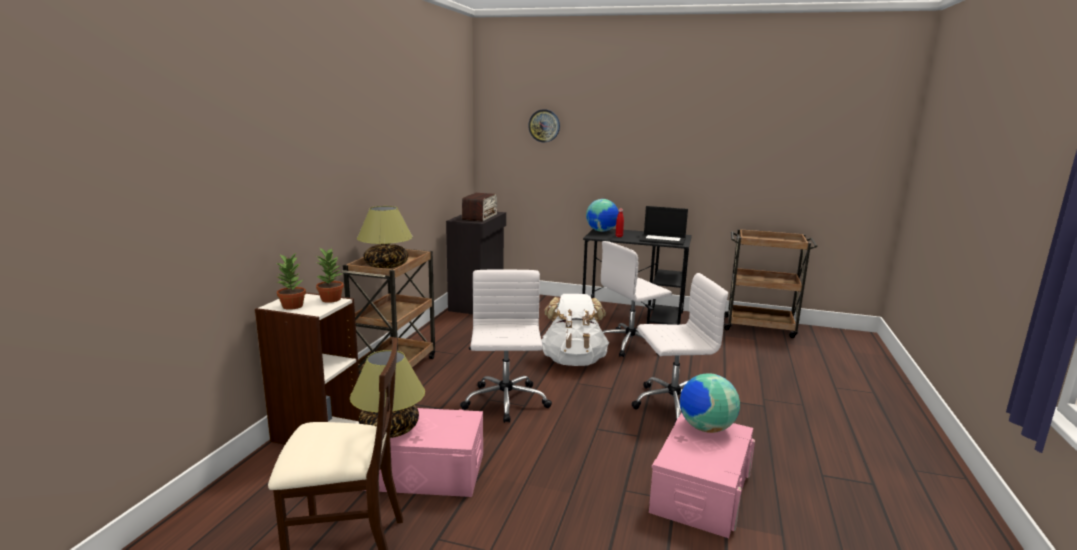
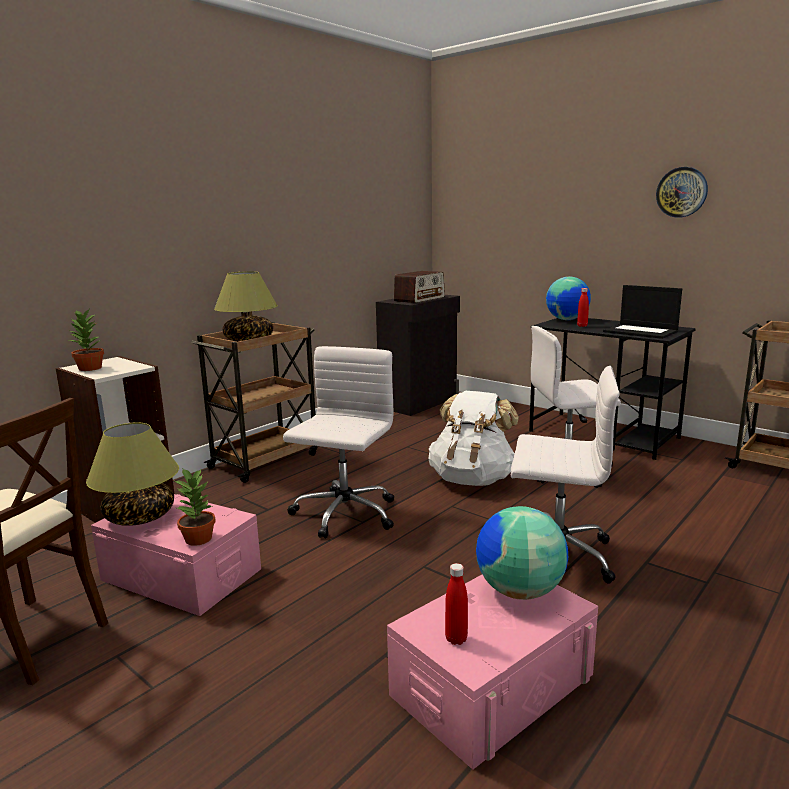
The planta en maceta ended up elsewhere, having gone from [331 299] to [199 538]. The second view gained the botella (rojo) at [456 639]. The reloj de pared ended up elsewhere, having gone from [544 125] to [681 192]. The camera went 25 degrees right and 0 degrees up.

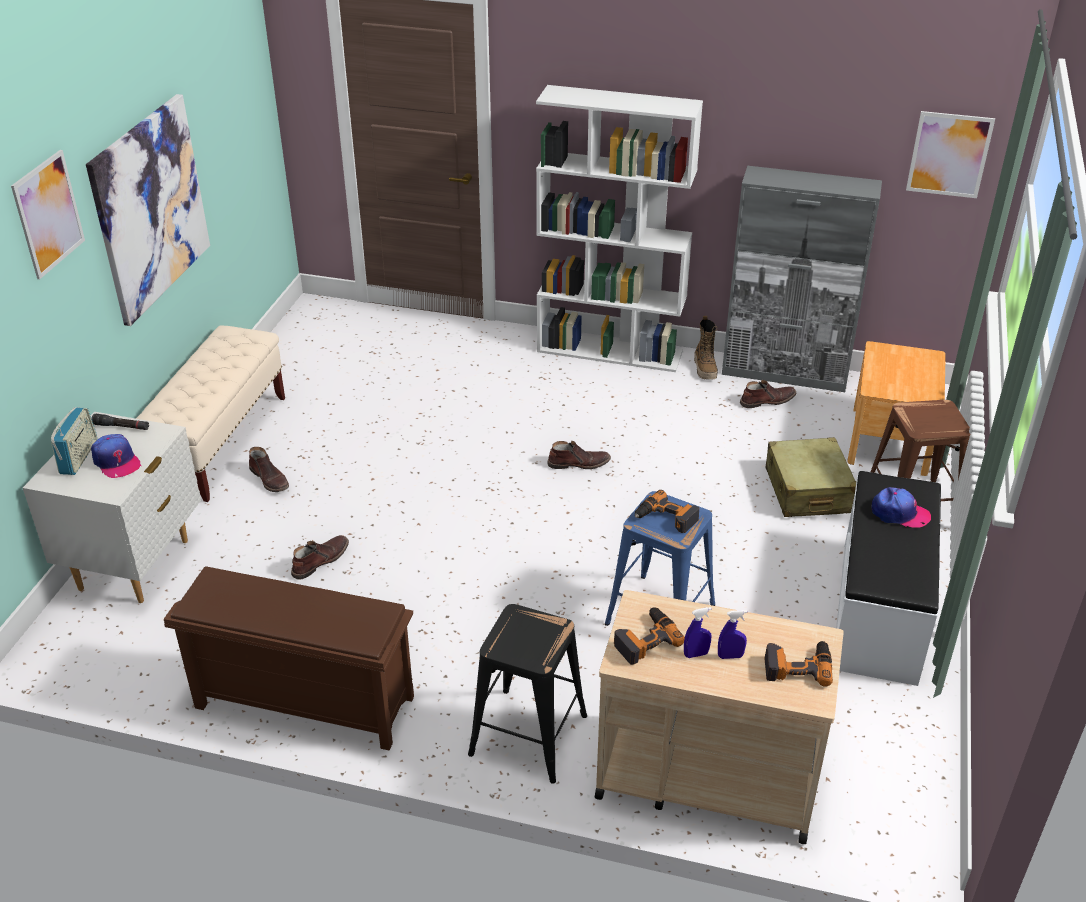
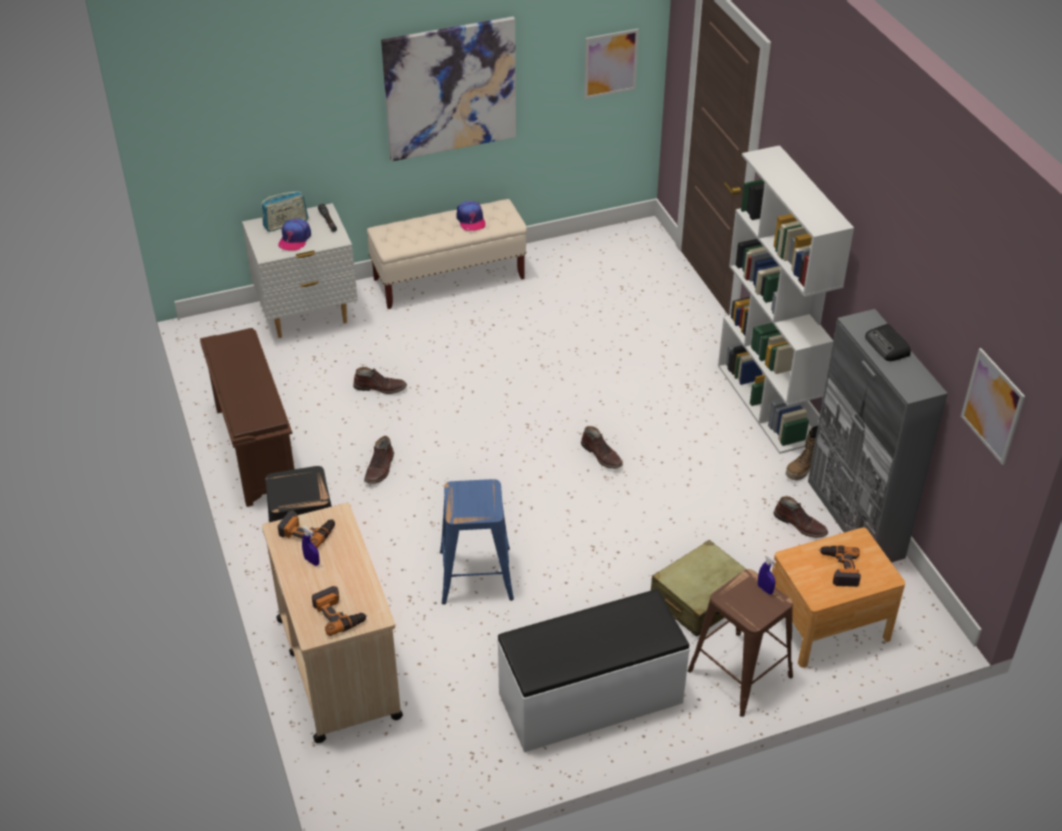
The bota (marrón) ended up elsewhere, having gone from [270 479] to [380 468]. The gorra ended up elsewhere, having gone from [899 513] to [471 220]. The cuadro ended up elsewhere, having gone from [48 214] to [610 63]. The pulverizador (azul) ended up elsewhere, having gone from [730 656] to [765 589]. The taladro ended up elsewhere, having gone from [666 518] to [839 568]. The second view gained the radio at [887 346]. The camera went 55 degrees right and 5 degrees up.

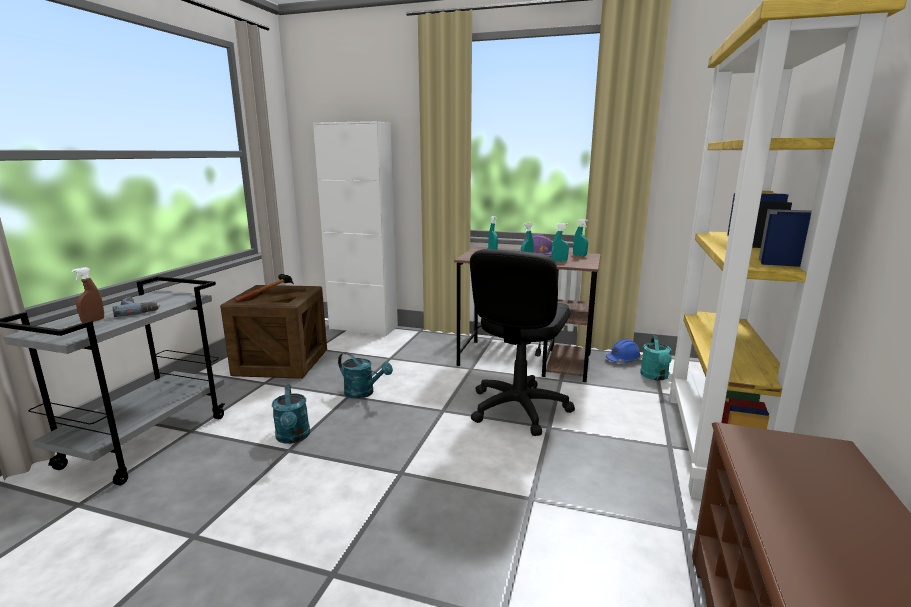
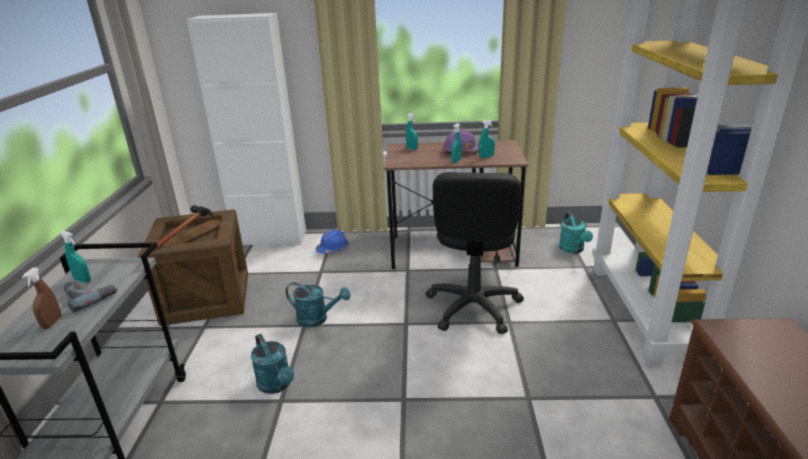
The pulverizador (turquesa) ended up elsewhere, having gone from [579 255] to [83 280]. The casco (azul) ended up elsewhere, having gone from [623 360] to [333 248]. The camera went 15 degrees left and 10 degrees up.

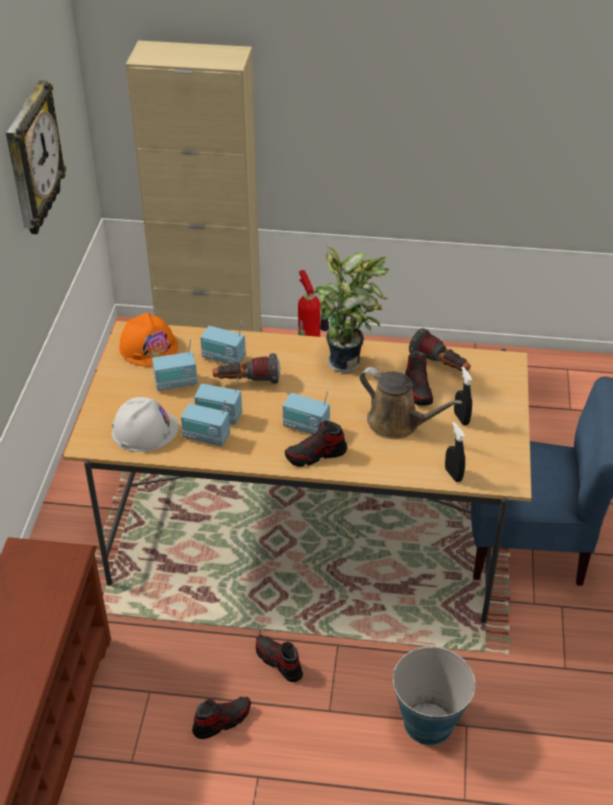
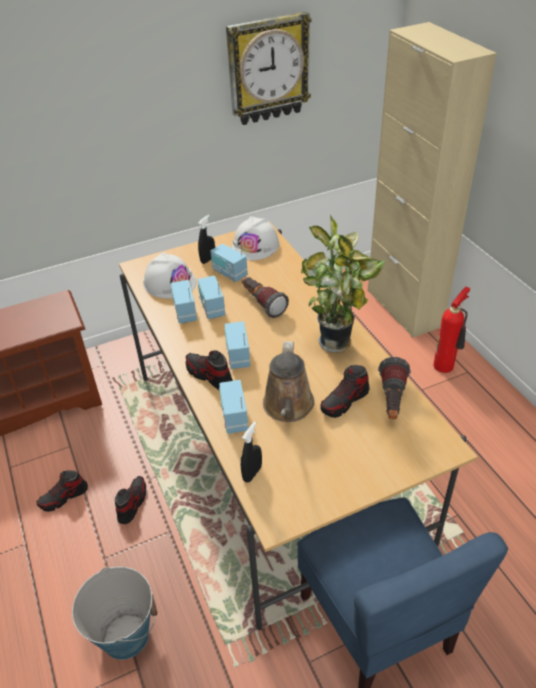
The zapato at [222 721] ended up facing another way, 120 degrees clockwise from before. The pulverizador (negro) ended up elsewhere, having gone from [461 418] to [208 259]. The radio ended up elsewhere, having gone from [223 358] to [234 418]. What was the casco (naranja) at [148 347] turned into the casco (blanco) at [255 245]. The camera went 60 degrees right and 0 degrees up.

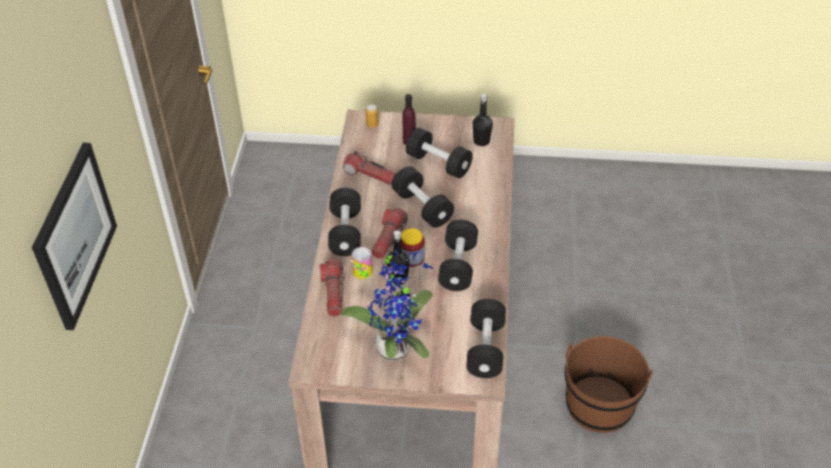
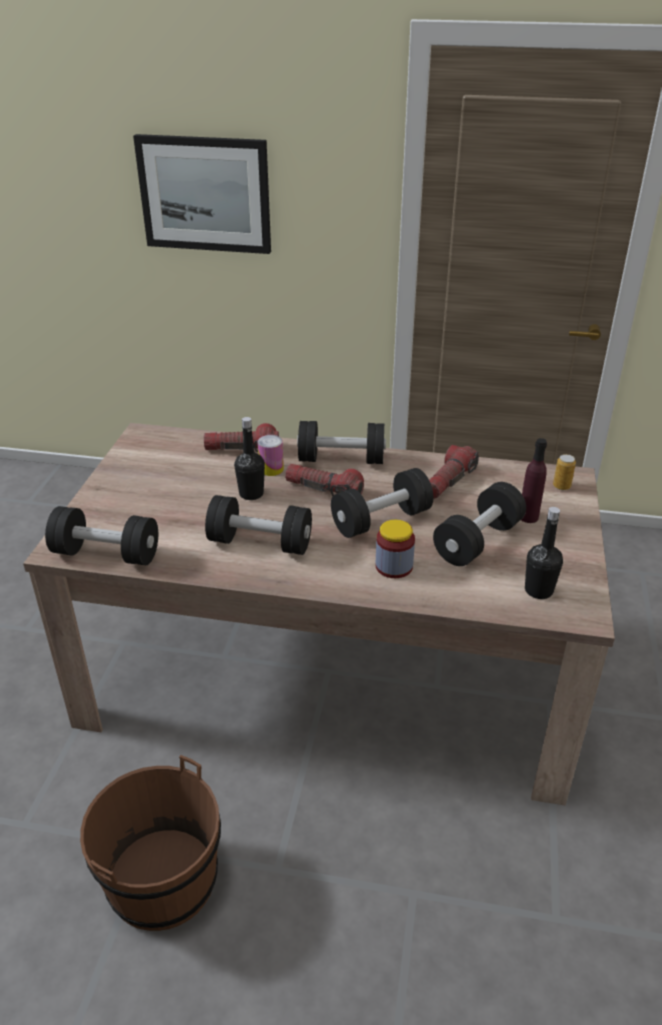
The tarro ended up elsewhere, having gone from [412 257] to [394 566]. The second view lost the planta en maceta at [395 345]. The camera went 95 degrees right and 10 degrees down.

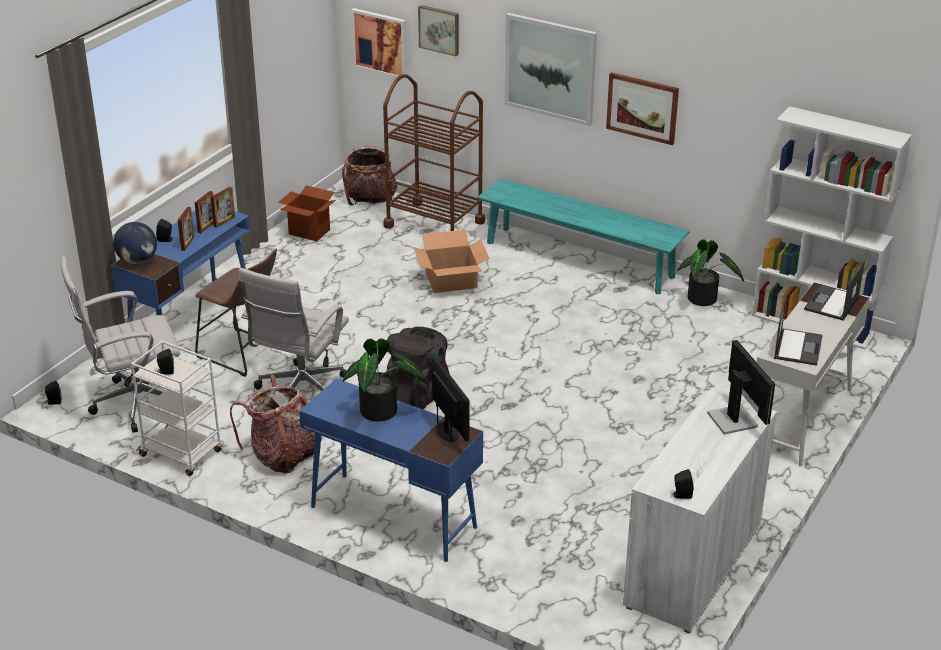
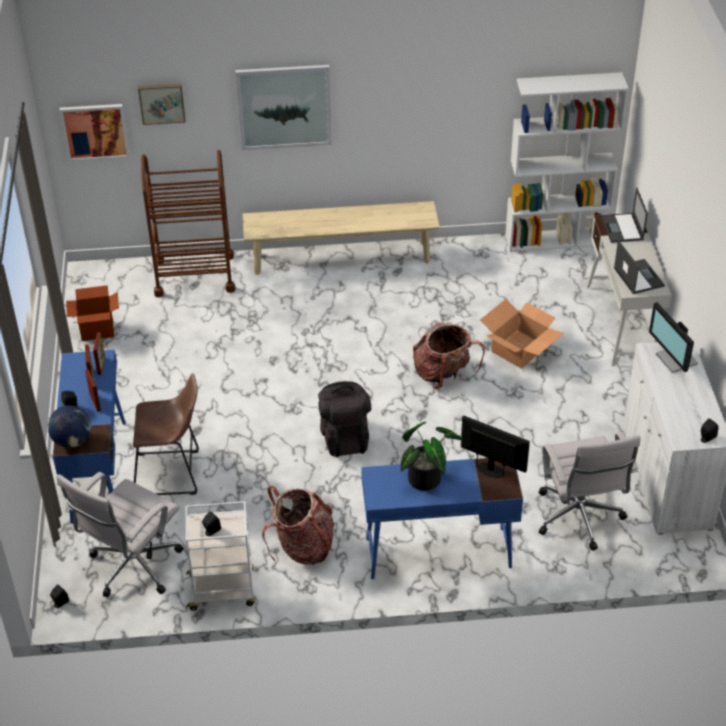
What was the banco (turquesa) at [579 260] turned into the banco (beis) at [341 258]. The mochila ended up elsewhere, having gone from [370 200] to [443 374]. The caja de cartón ended up elsewhere, having gone from [451 280] to [519 349]. The silla de oficina (blanco) ended up elsewhere, having gone from [300 393] to [579 519]. The monitor at [734 419] ended up facing another way, 150 degrees counterclockwise from before. The second view lost the cuadro at [642 108]. The second view lost the planta en maceta at [704 300]. The camera went 35 degrees left and 10 degrees up.

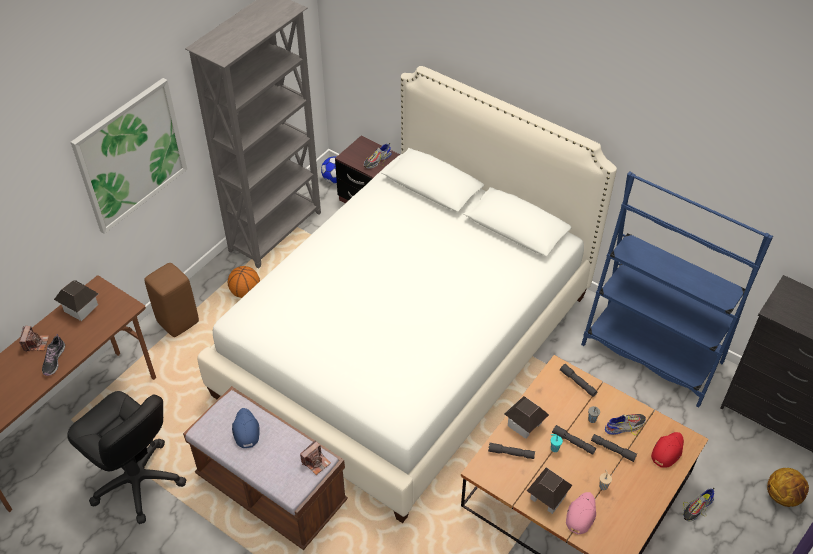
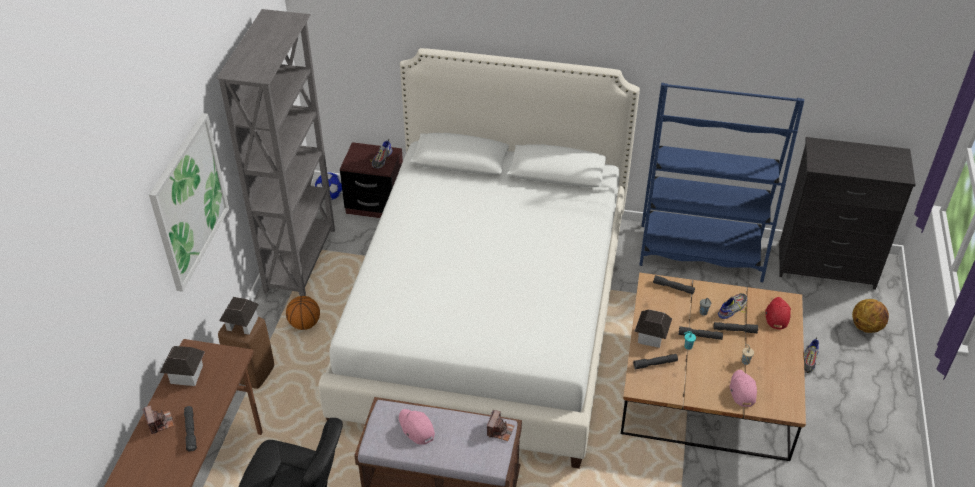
Where the zapato stood at [54 360], the linterna (gris) came to stand at [190 431]. The casita ended up elsewhere, having gone from [547 497] to [242 324]. What was the gorra (azul) at [245 430] turned into the gorra (rosa) at [416 428]. The camera went 25 degrees left and 5 degrees down.

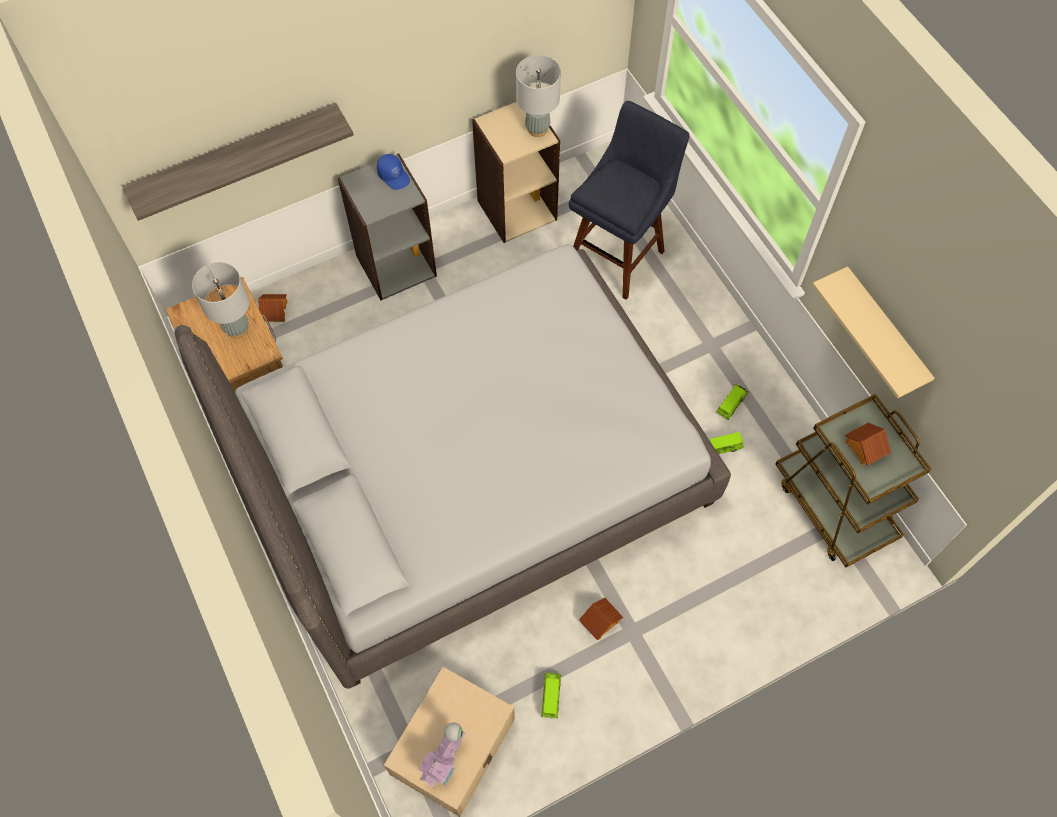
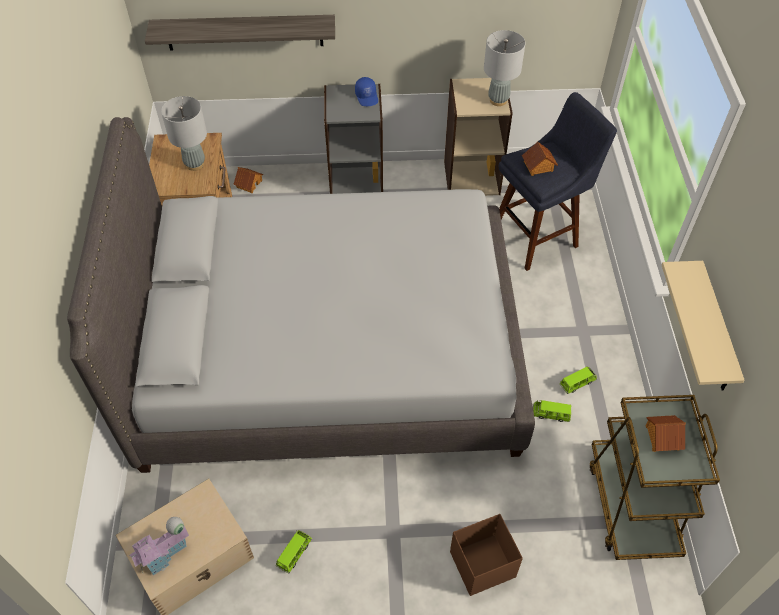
The second view gained the caja de almacenaje (marrón) at [481 564]. The casita ended up elsewhere, having gone from [600 621] to [538 166]. The camera went 25 degrees right and 10 degrees down.

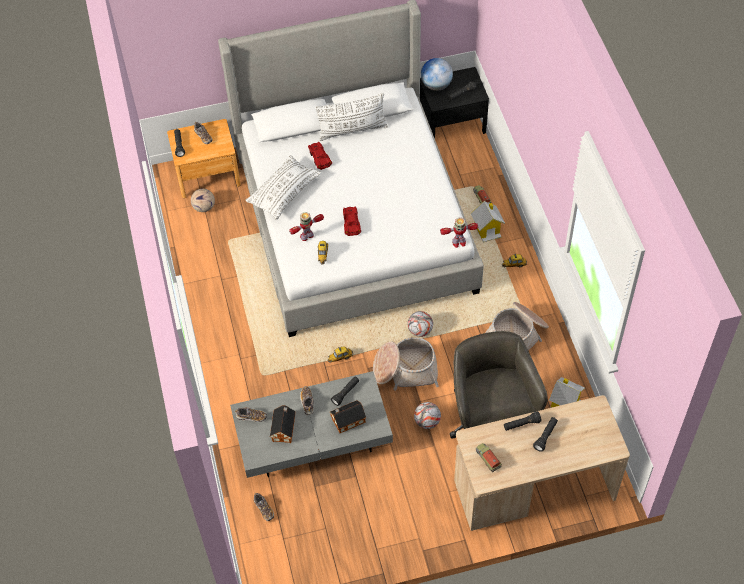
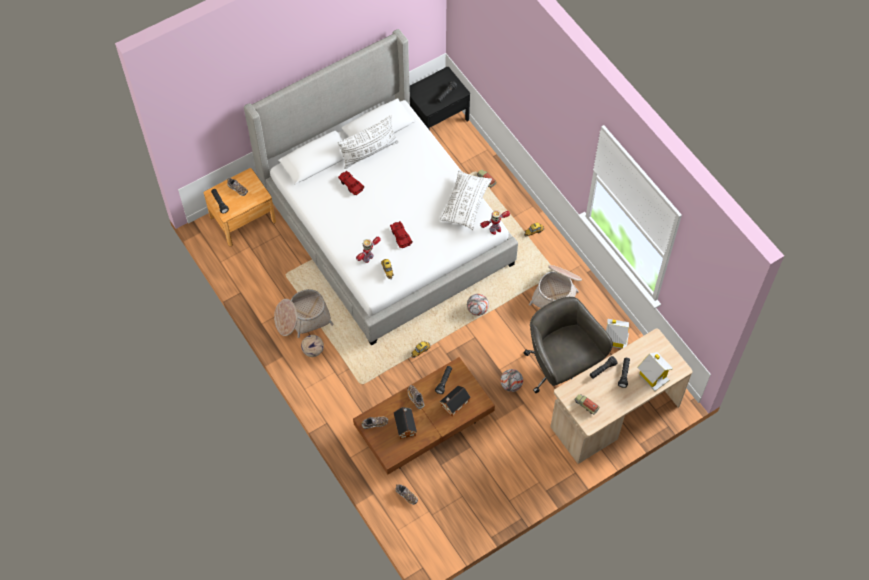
The cesta ended up elsewhere, having gone from [405 370] to [302 318]. The balón de fútbol ended up elsewhere, having gone from [203 207] to [312 350]. What was the mesa de centro (gris) at [312 439] turned into the mesa de centro (marrón) at [424 426]. The cojín (blanco) ended up elsewhere, having gone from [284 192] to [465 204]. The casita ended up elsewhere, having gone from [487 230] to [653 376]. The second view lost the globo terráqueo at [436 85]. The camera went 20 degrees left and 5 degrees up.

